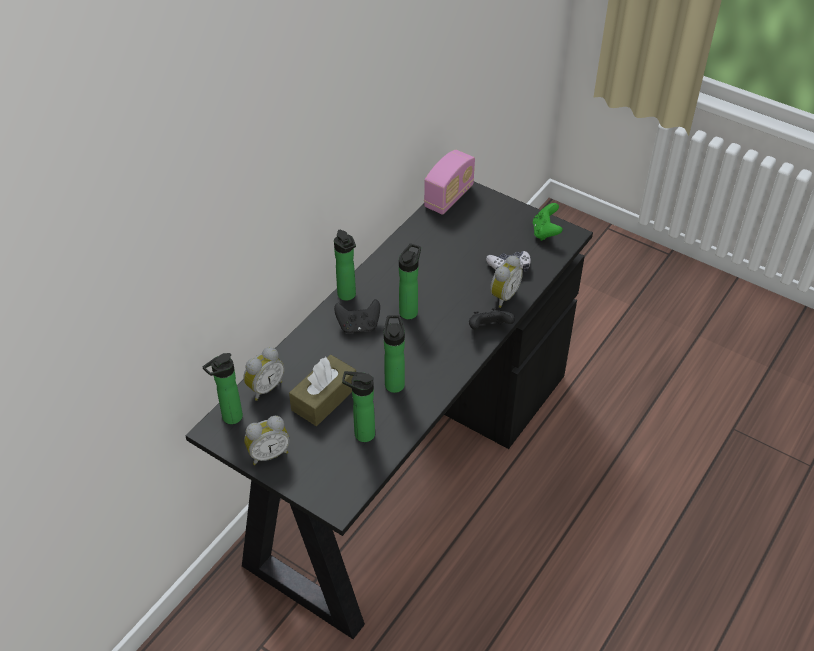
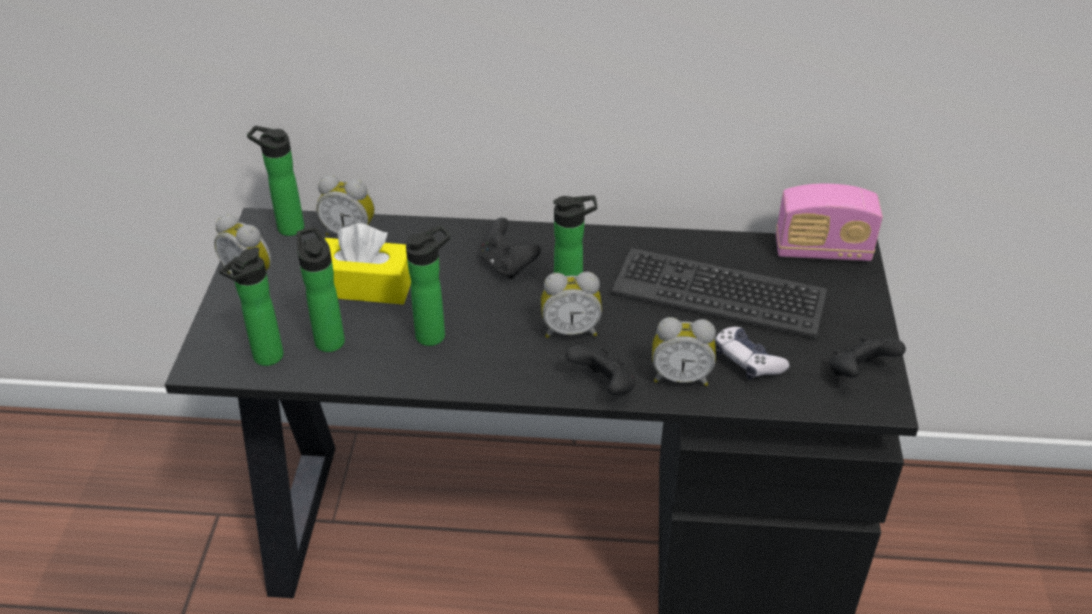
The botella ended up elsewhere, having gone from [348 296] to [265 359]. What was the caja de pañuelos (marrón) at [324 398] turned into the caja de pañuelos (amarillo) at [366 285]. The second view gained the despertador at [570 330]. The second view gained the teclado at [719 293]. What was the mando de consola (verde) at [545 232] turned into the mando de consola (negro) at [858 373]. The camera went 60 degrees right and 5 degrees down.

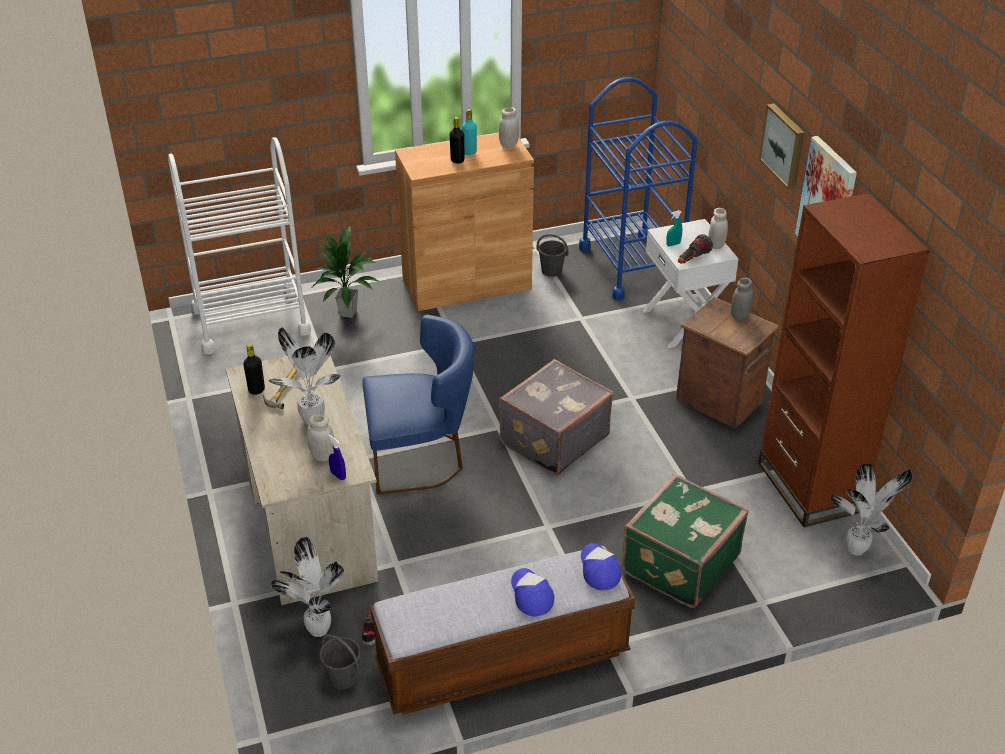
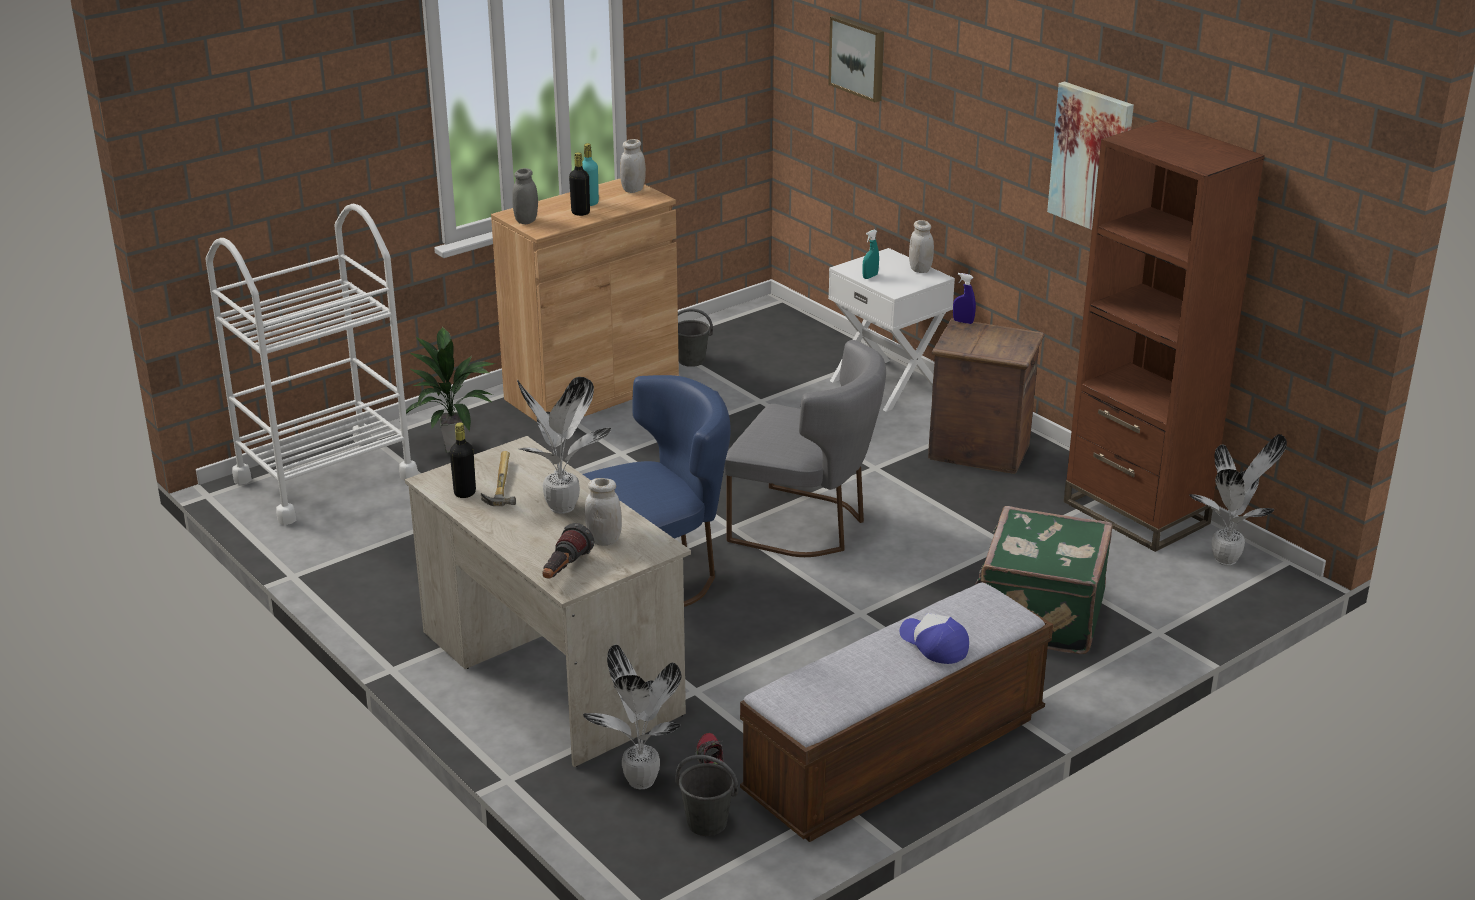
The tarro (gris) ended up elsewhere, having gone from [740 316] to [526 221]. The linterna ended up elsewhere, having gone from [691 260] to [564 570]. Where the maleta (gris) stood at [552 439], the silla (gris) came to stand at [806 526]. The cuadro ended up elsewhere, having gone from [784 145] to [858 57]. The pulverizador (azul) ended up elsewhere, having gone from [338 475] to [963 322]. The second view lost the carrito (azul) at [631 266]. The second view lost the gorra at [599 569]. The camera went 20 degrees left and 10 degrees down.

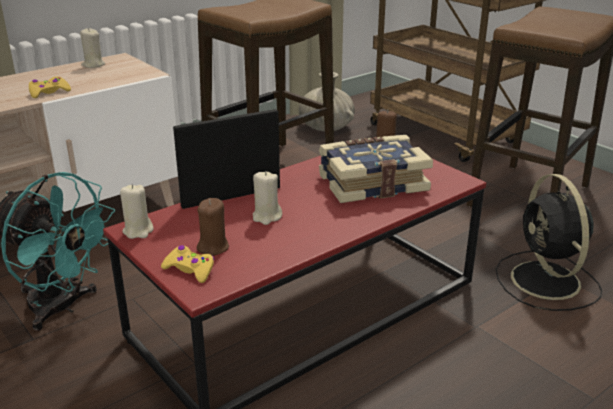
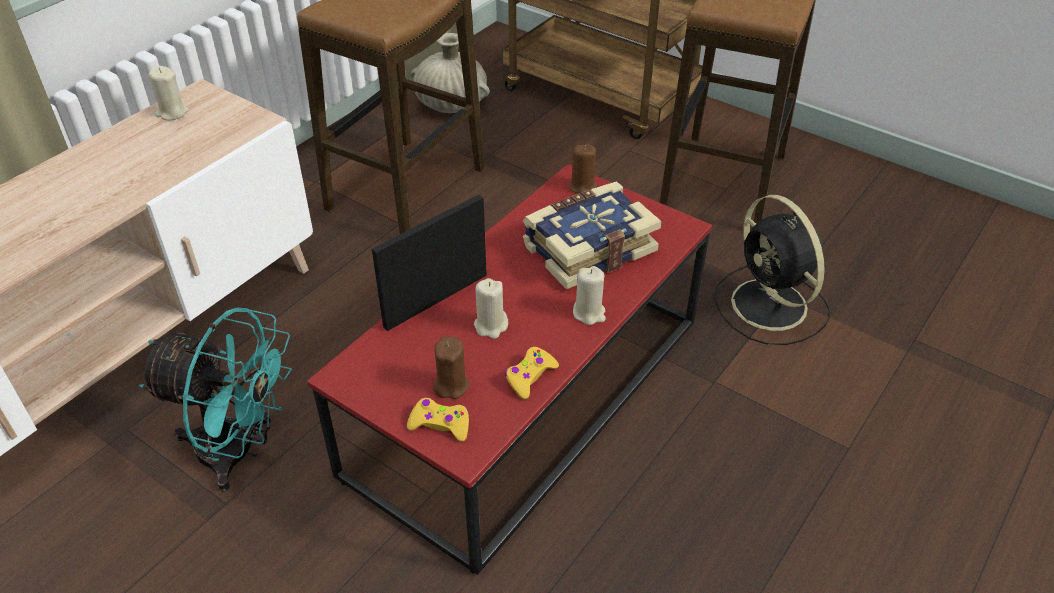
The mando de consola (amarillo) ended up elsewhere, having gone from [49 92] to [530 377]. The vela (beis) ended up elsewhere, having gone from [138 231] to [589 313]. The camera went 15 degrees left and 15 degrees up.

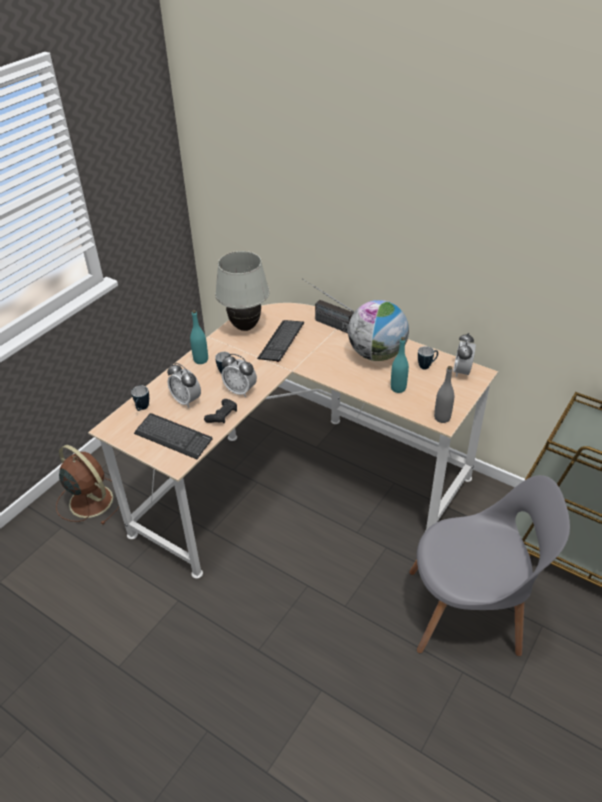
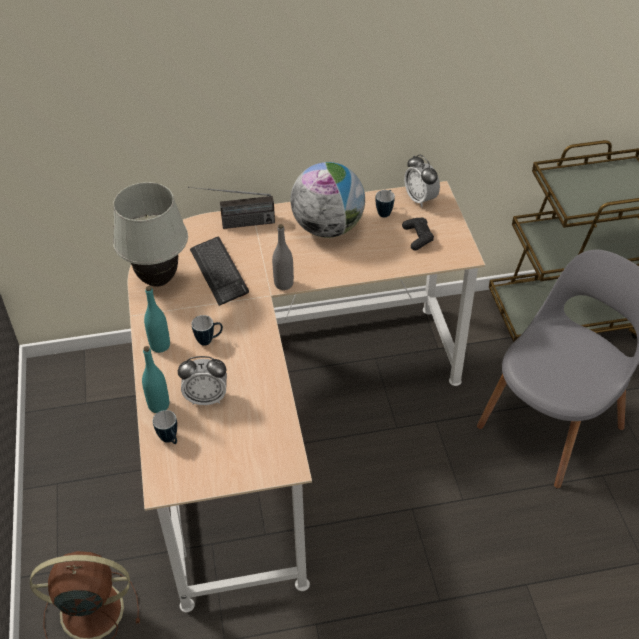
The botella (turquesa) ended up elsewhere, having gone from [398 388] to [159 405]. The botella (gris) ended up elsewhere, having gone from [442 418] to [283 284]. The mando de consola (negro) ended up elsewhere, having gone from [222 415] to [417 237]. The second view lost the teclado at [173 437]. The second view lost the despertador at [240 390]. The camera went 45 degrees left and 5 degrees up.

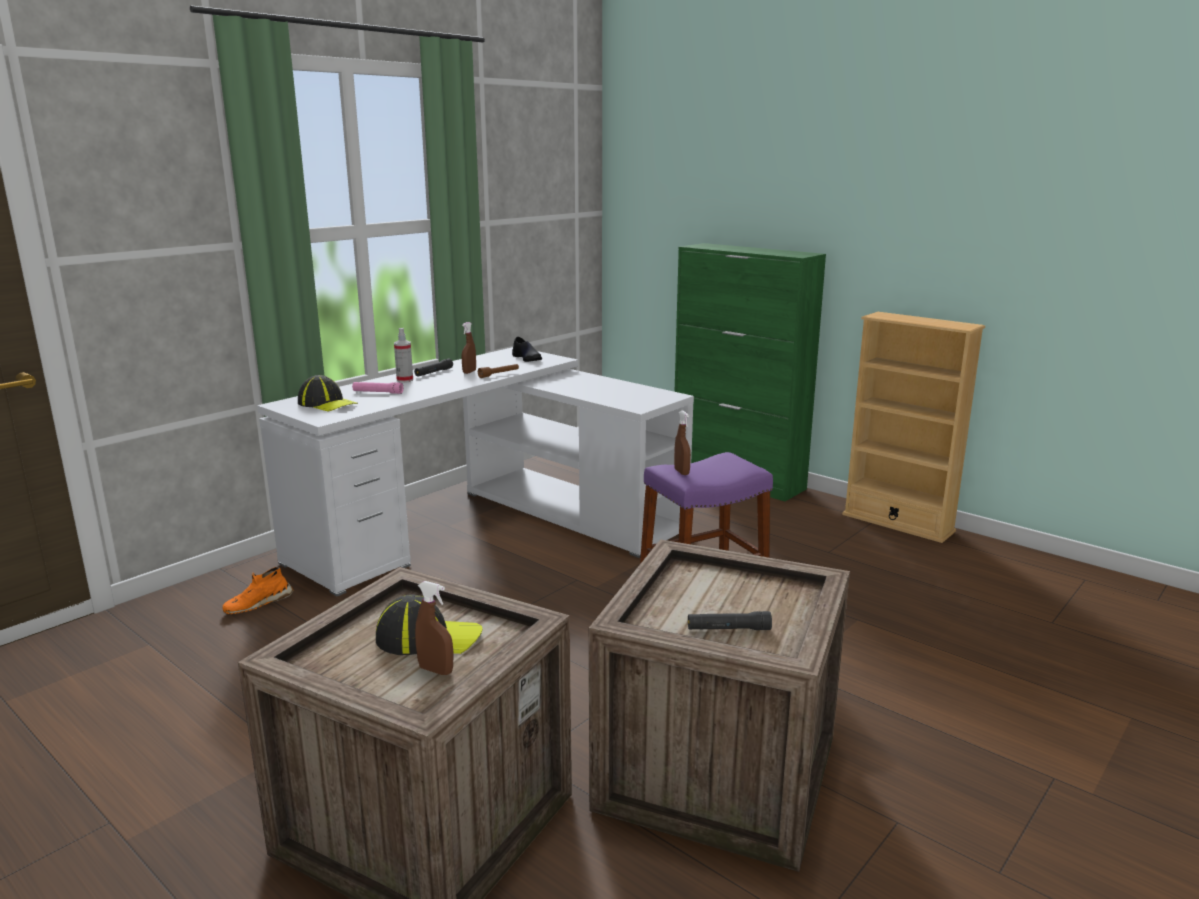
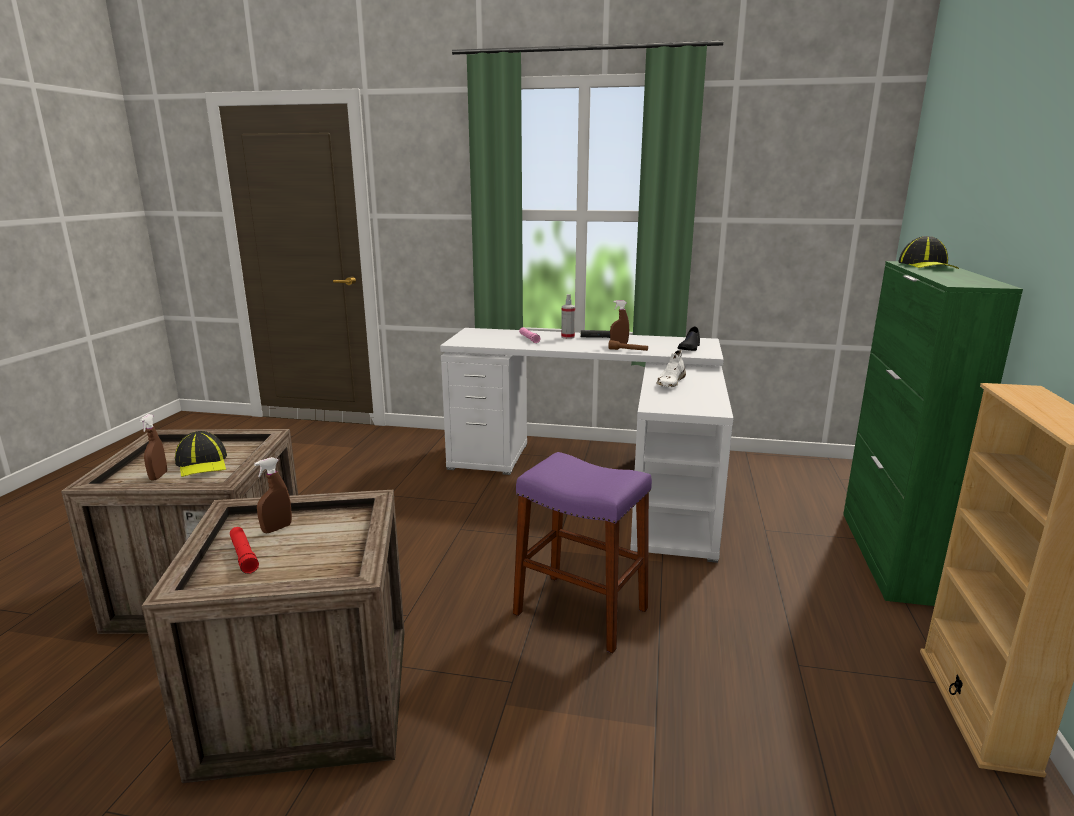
What was the linterna (negro) at [728 629] turned into the linterna (rojo) at [244 555]. The pulverizador (marrón) ended up elsewhere, having gone from [681 472] to [277 528]. The second view gained the zapato (blanco) at [670 382]. The gorra ended up elsewhere, having gone from [327 403] to [927 265]. The second view lost the zapato (naranja) at [258 604]. The camera went 60 degrees right and 0 degrees up.

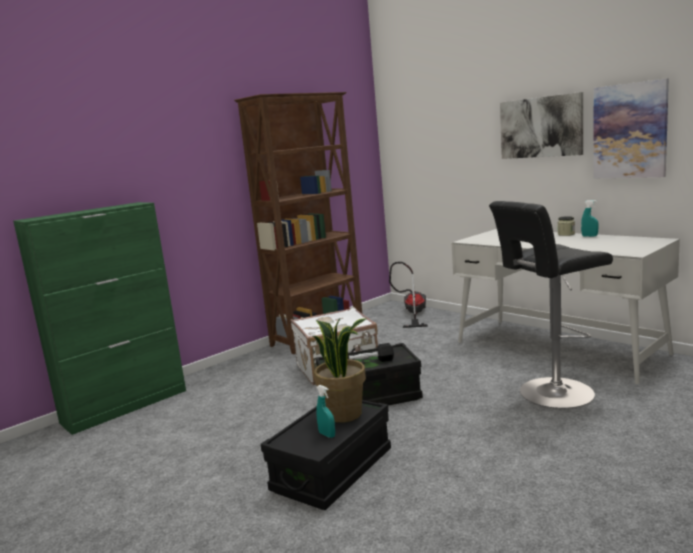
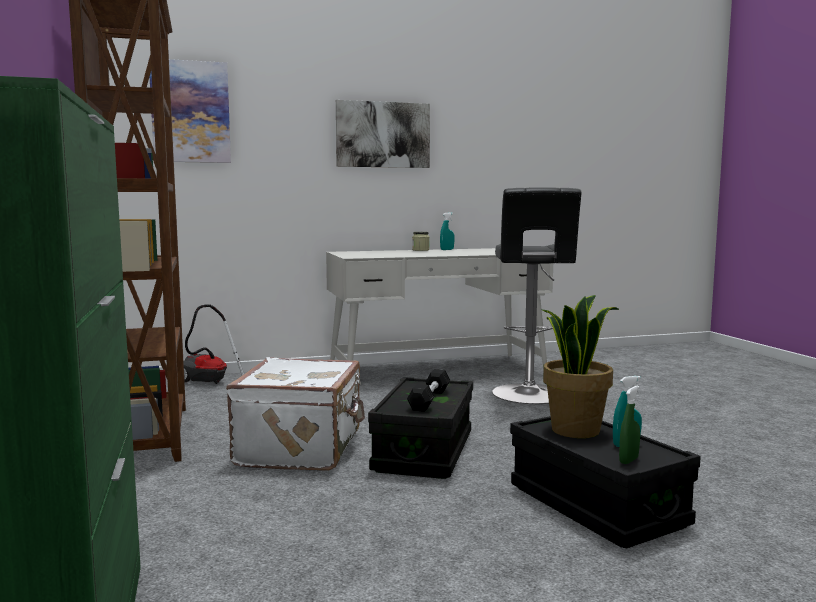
The cuadro ended up elsewhere, having gone from [630 131] to [190 112]. The second view gained the pulverizador (verde) at [628 460]. The camera went 65 degrees left and 5 degrees down.

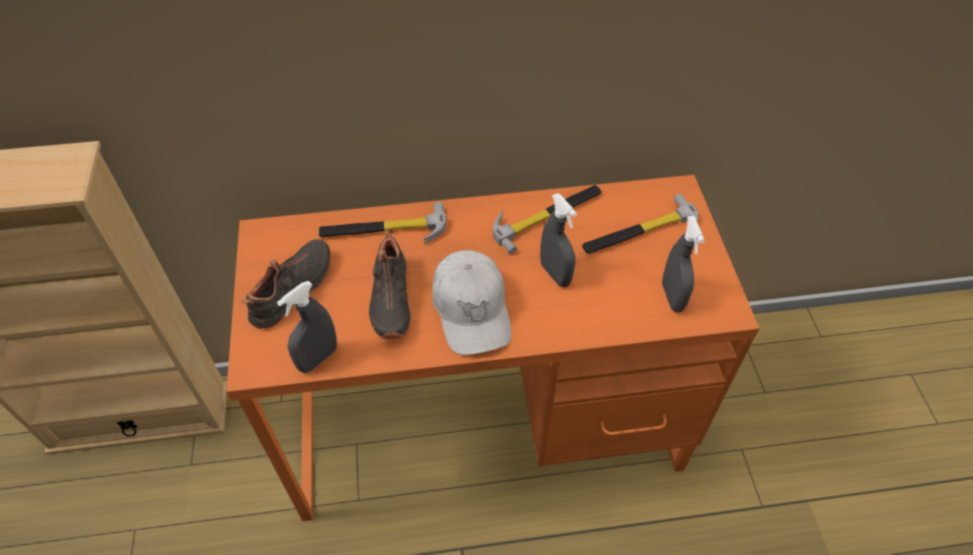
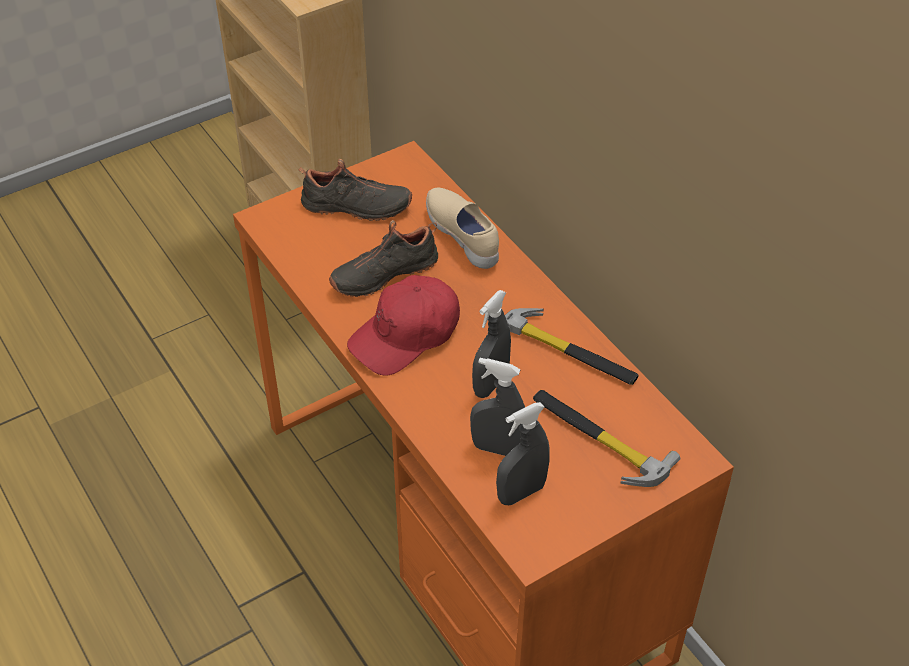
What was the gorra (blanco) at [472 309] turned into the gorra (rojo) at [406 335]. Where the martillo stood at [383 230], the zapato (beis) came to stand at [464 237]. The pulverizador (gris) ended up elsewhere, having gone from [318 358] to [497 448]. The camera went 65 degrees right and 5 degrees down.

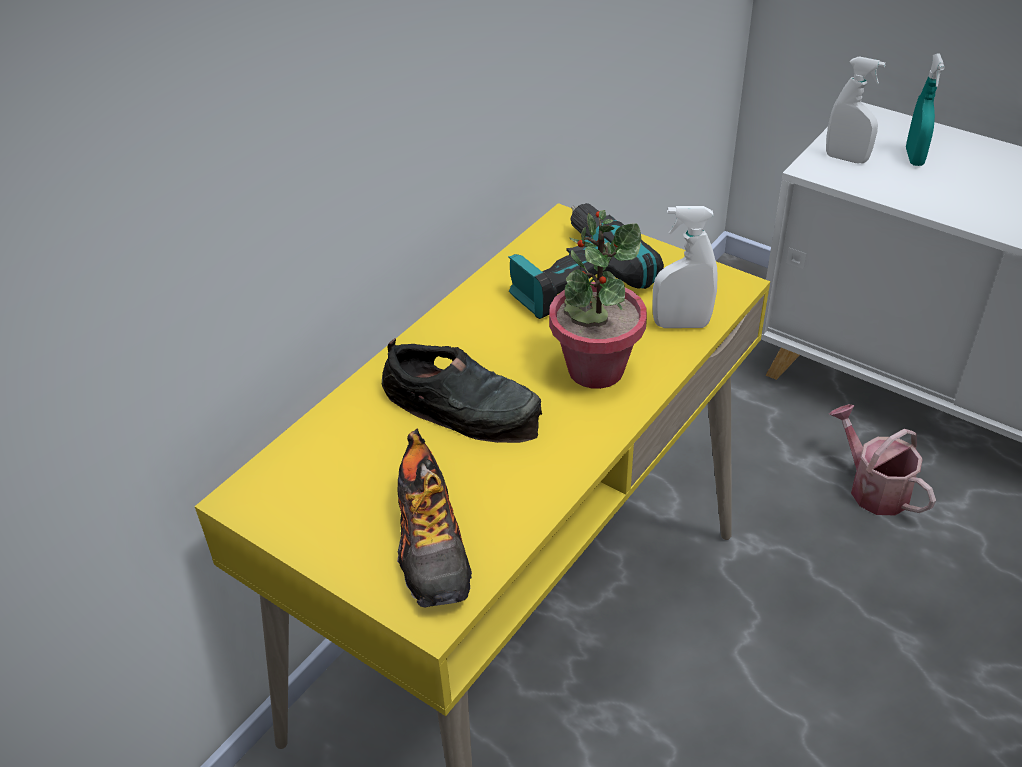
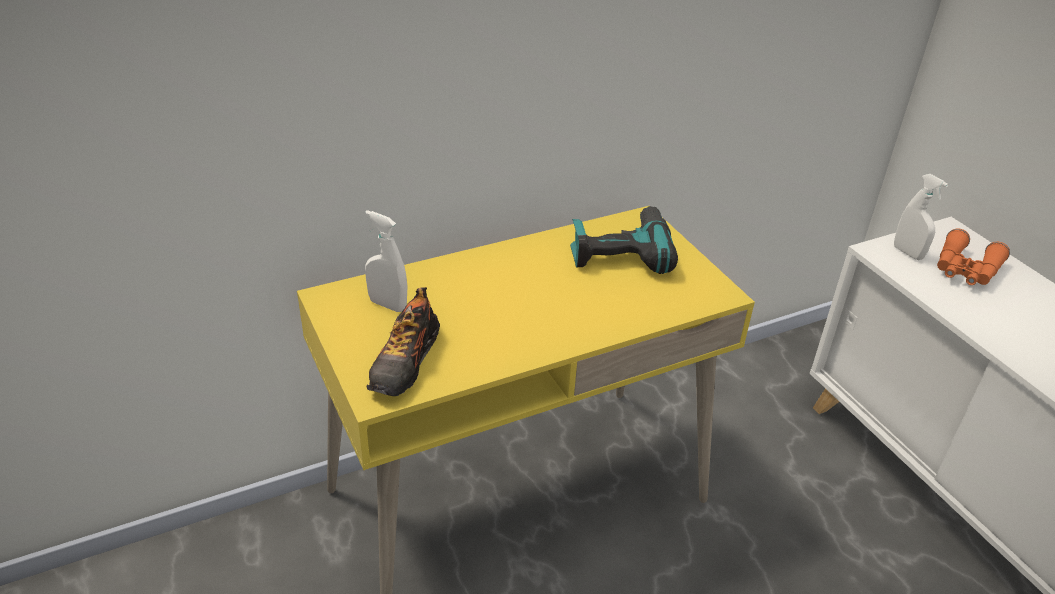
The pulverizador (blanco) ended up elsewhere, having gone from [681 324] to [387 305]. Where the pulverizador (turquesa) stood at [914 157], the prismáticos (naranja) came to stand at [965 270]. The second view lost the zapato (negro) at [463 406]. The second view lost the planta en maceta at [595 369]. The second view lost the regadera at [873 487]. The camera went 25 degrees right and 5 degrees down.

